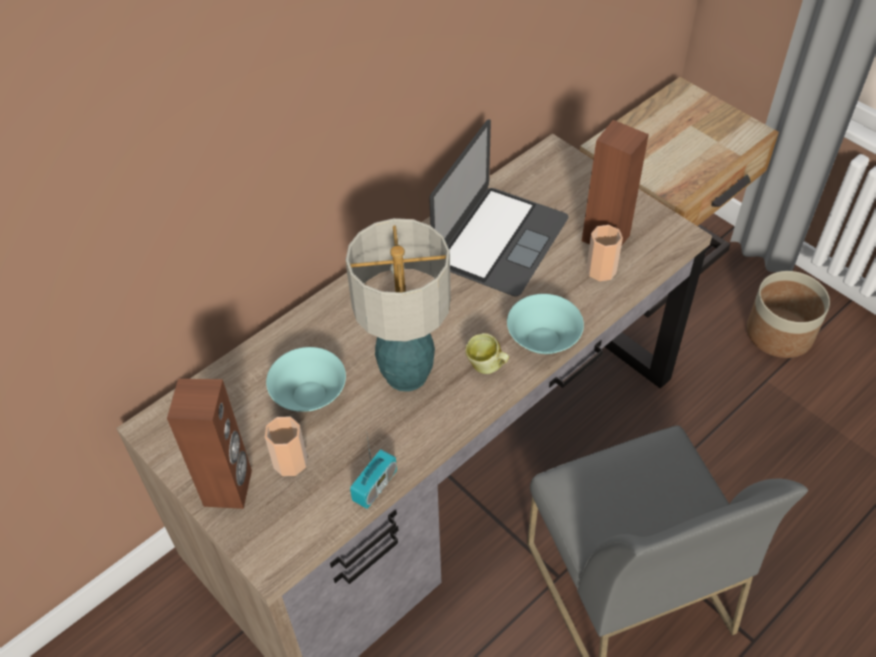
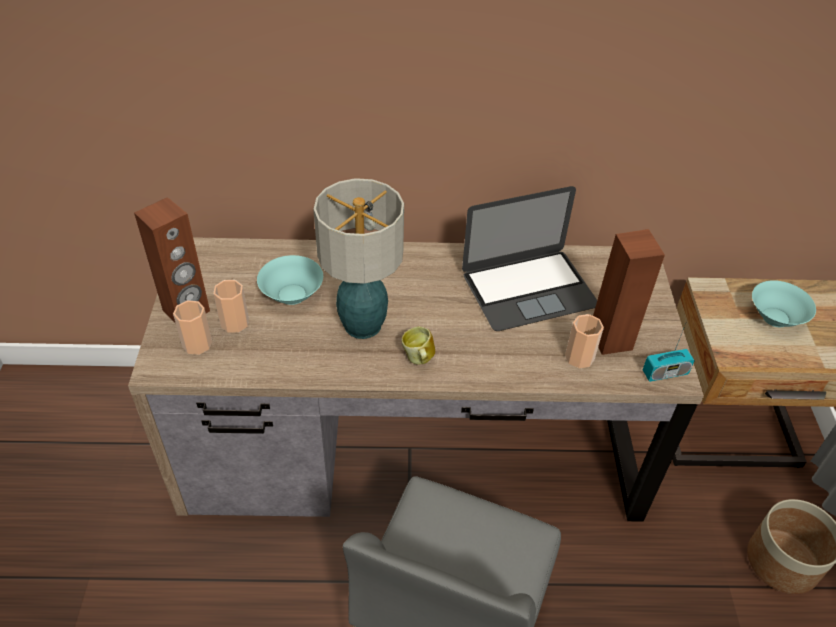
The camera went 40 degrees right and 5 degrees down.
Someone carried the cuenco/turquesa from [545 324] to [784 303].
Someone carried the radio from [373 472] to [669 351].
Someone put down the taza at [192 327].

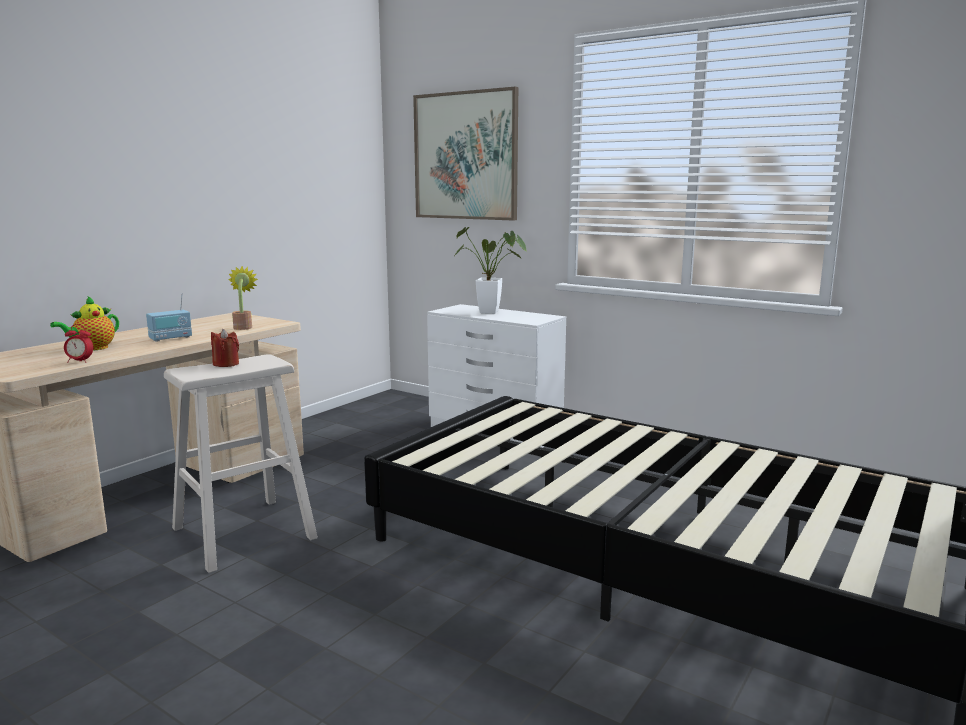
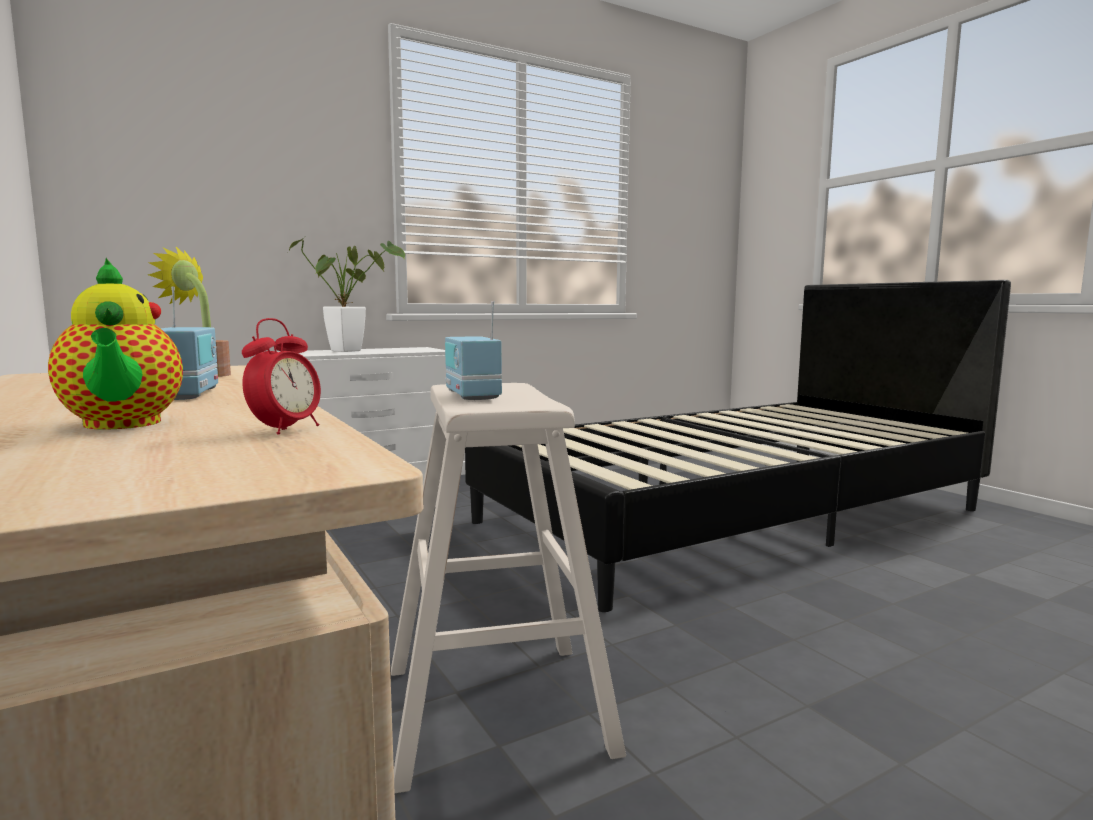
The camera went 65 degrees left and 5 degrees down.
Someone took away the cuadro at [465 154].
Someone swapped the vela/rojo at [225 348] for the radio at [473 350].

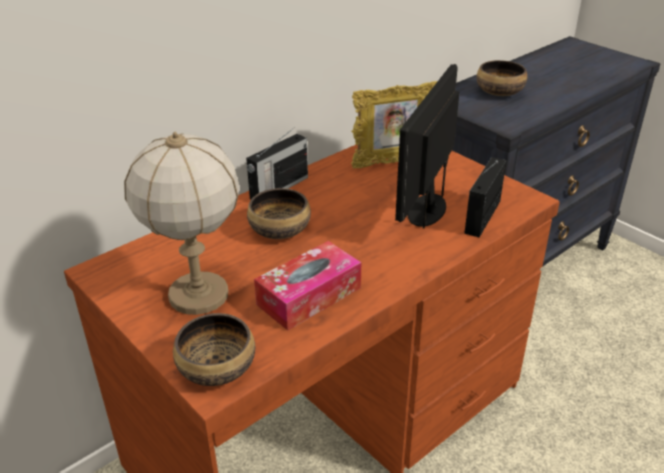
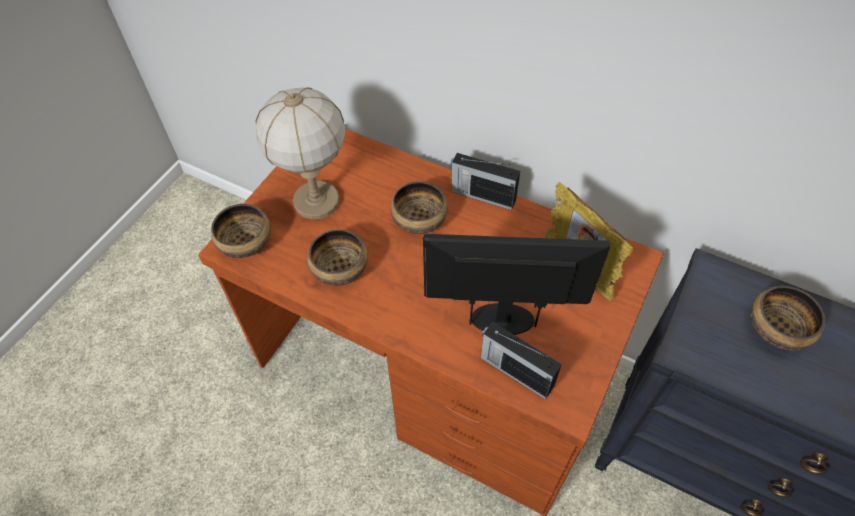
The camera went 70 degrees right and 20 degrees up.
Someone rotated the radio at [485 197] by 150 degrees counterclockwise.
Someone swapped the caja de pañuelos at [307 285] for the cuenco at [337 257].

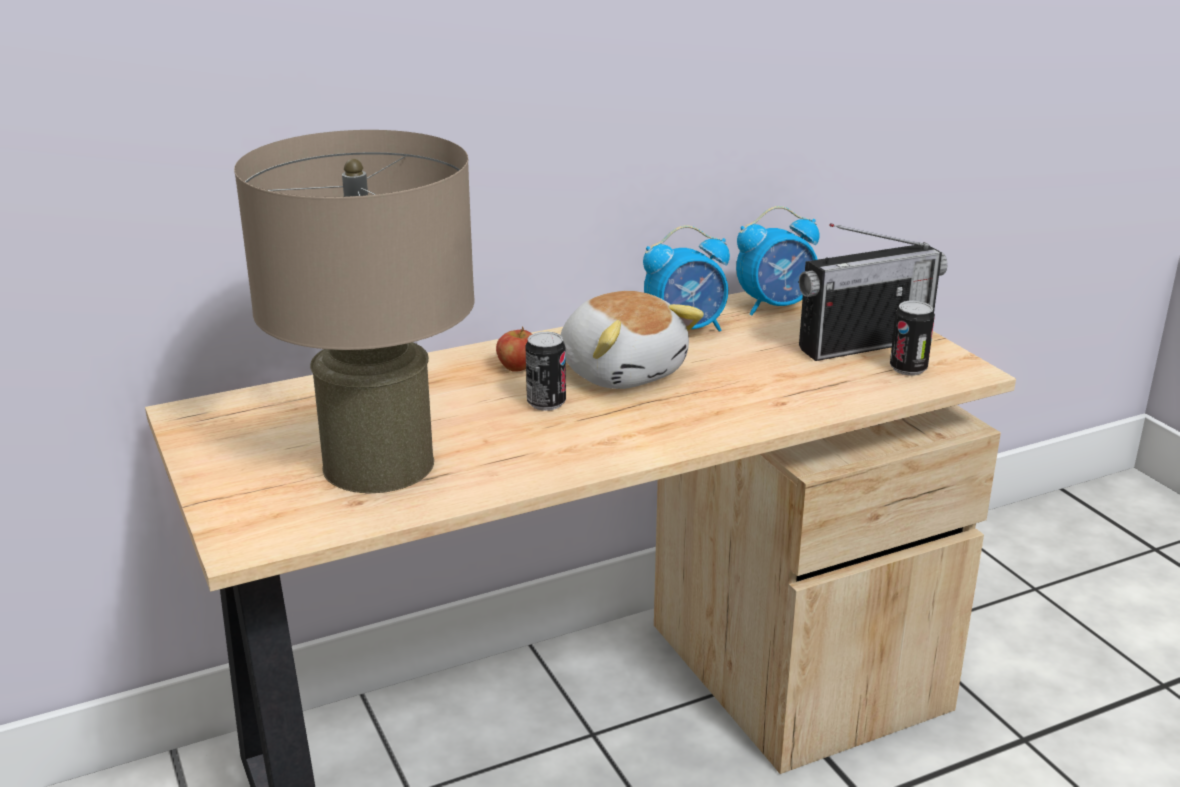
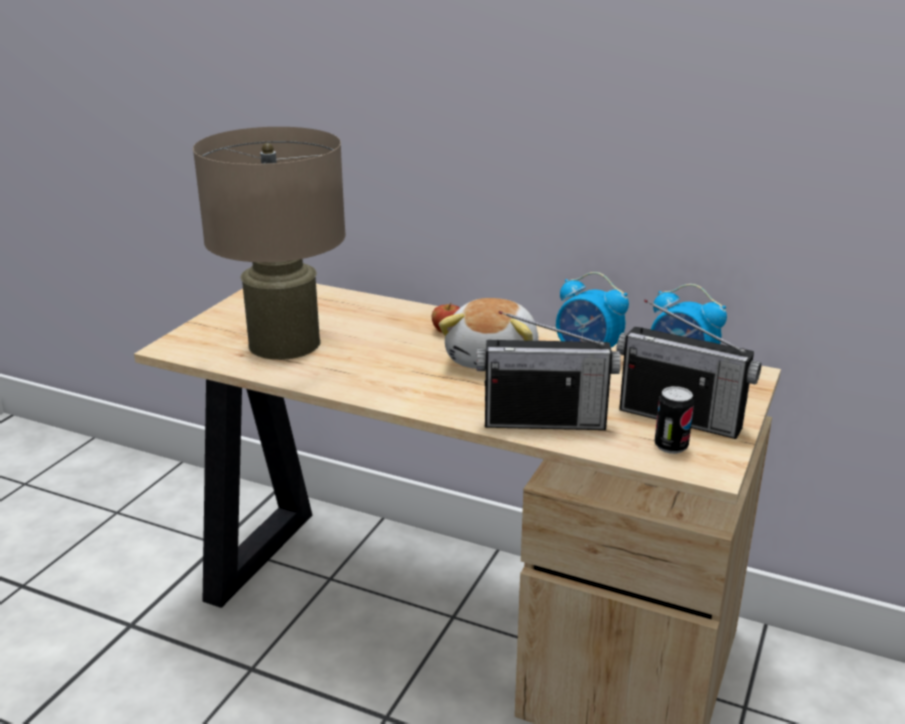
The camera went 50 degrees right and 0 degrees up.
Someone took away the lata at [545 371].
Someone put down the radio at [549 370].

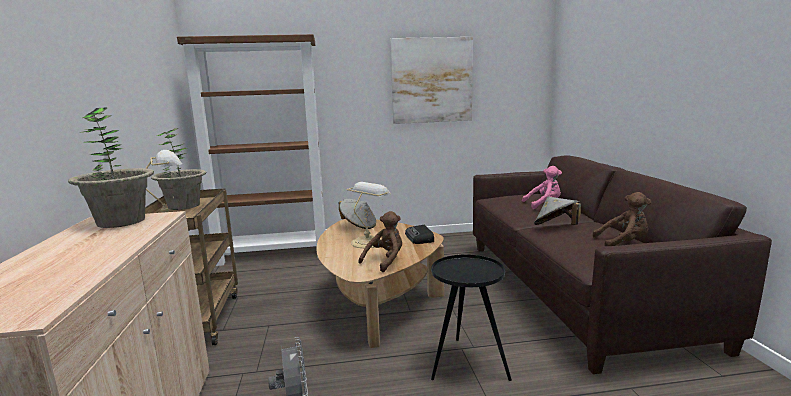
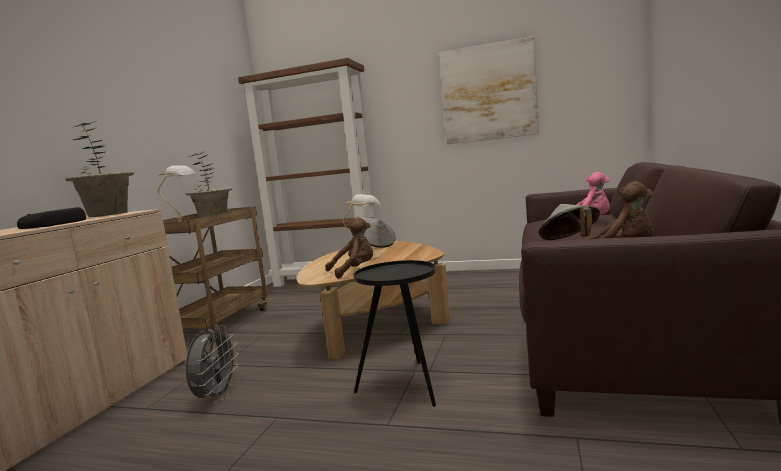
The camera went 25 degrees right and 5 degrees down.
Someone carried the radio from [419 234] to [51 218].

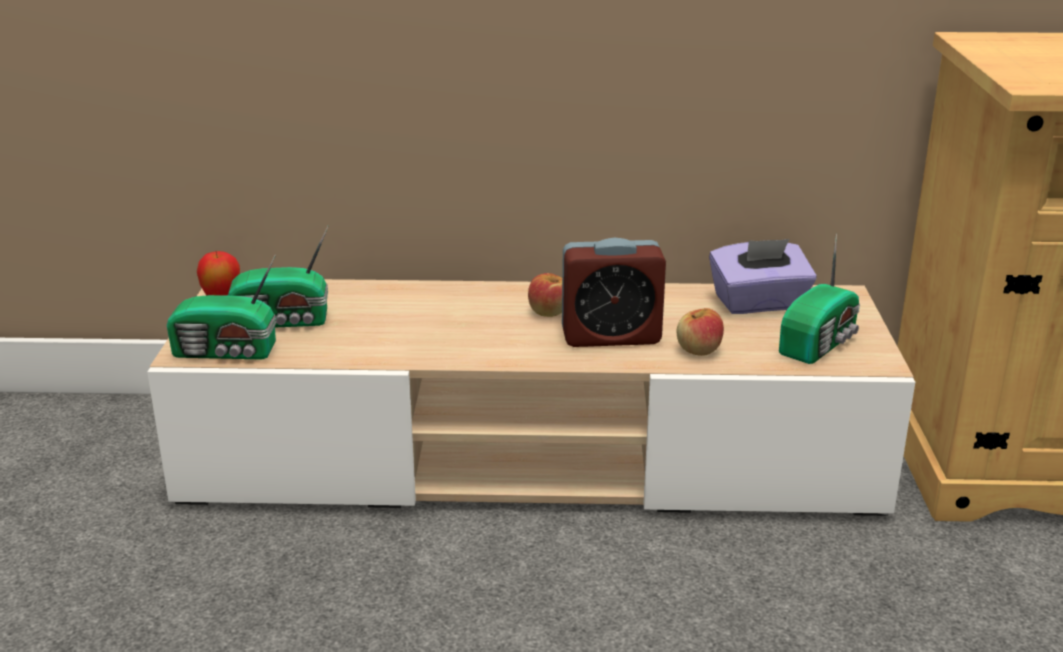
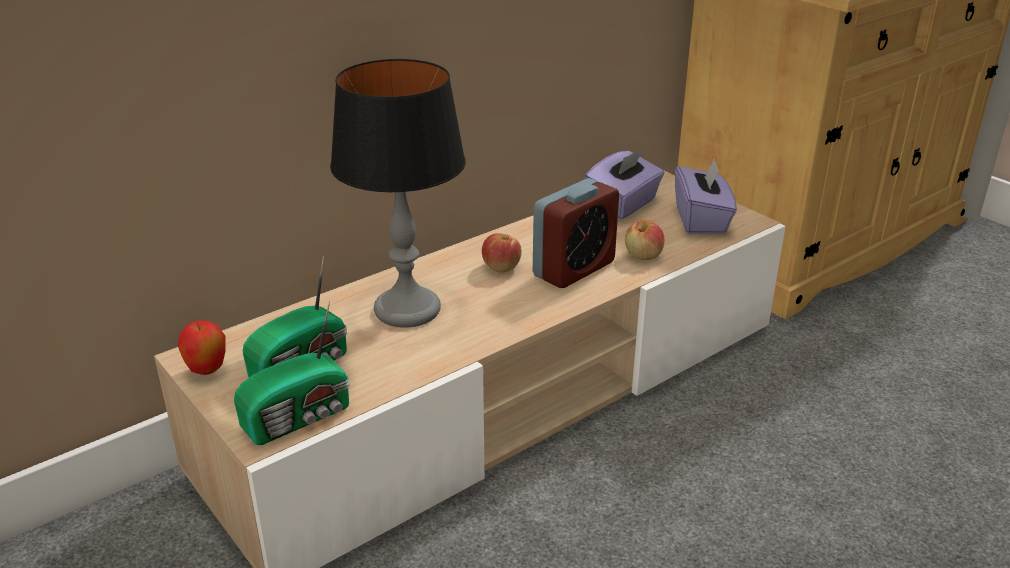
The camera went 40 degrees left and 5 degrees up.
Someone swapped the radio at [819 298] for the caja de pañuelos/morado at [706 196].
Someone put down the lámpara de mesa at [398 193].

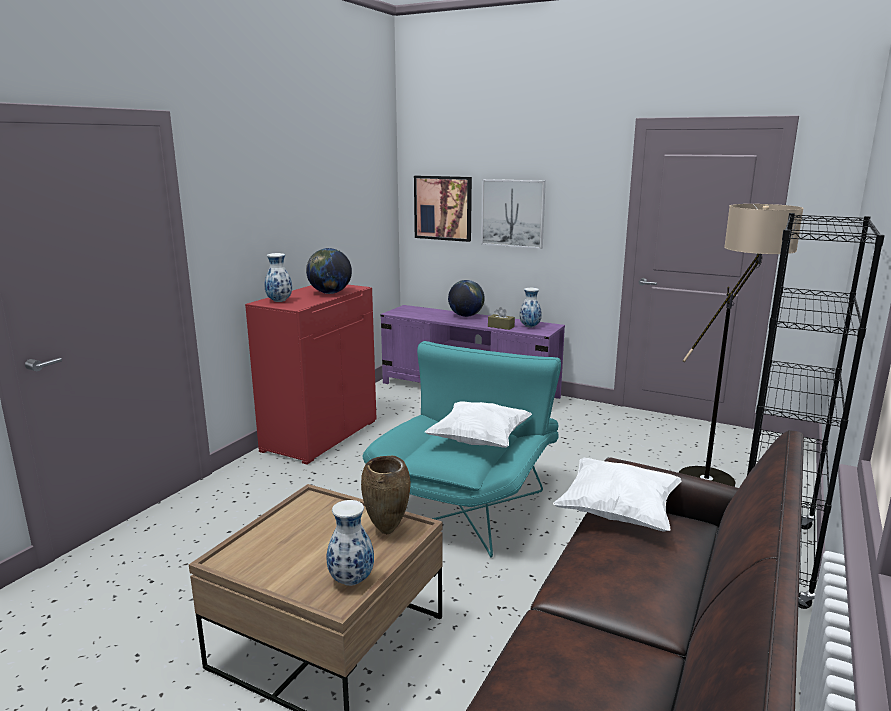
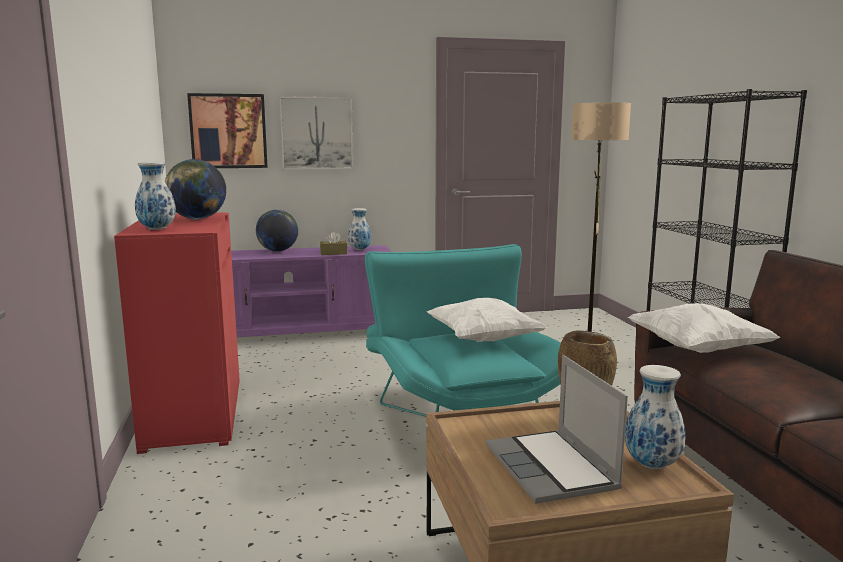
The camera went 40 degrees left and 5 degrees down.
Someone put down the portátil at [557 429].

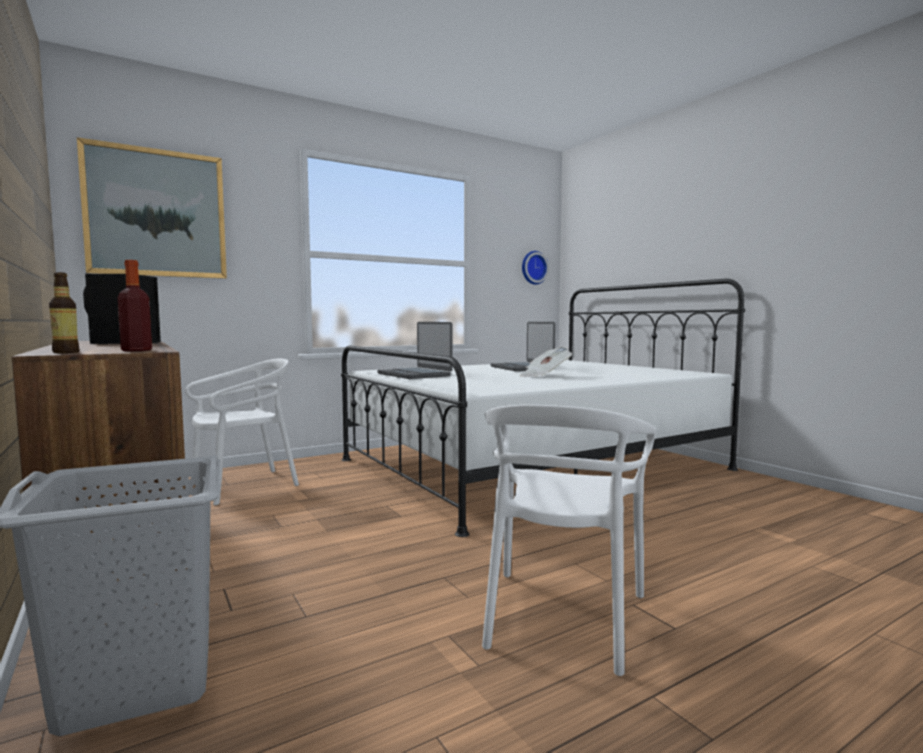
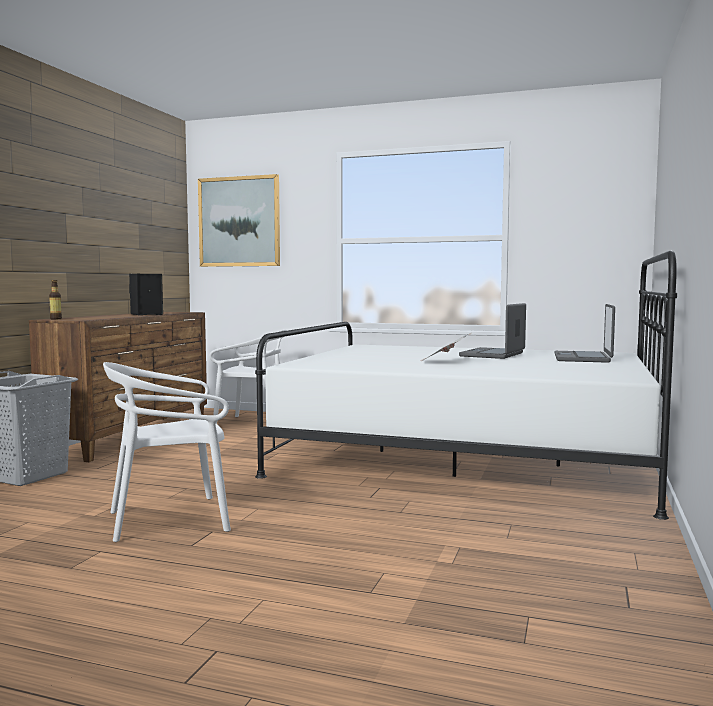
The camera went 50 degrees right and 0 degrees up.
Someone took away the reloj de pared at [535 268].
Someone took away the botella at [135 305].
Someone carried the portátil from [415 350] to [585 333].

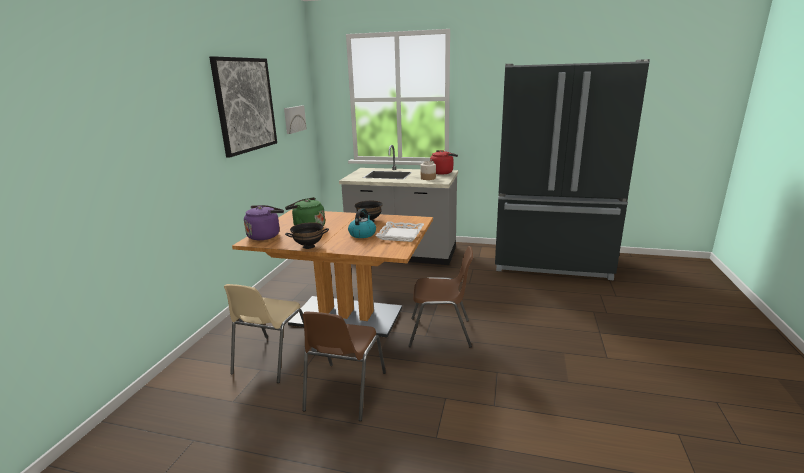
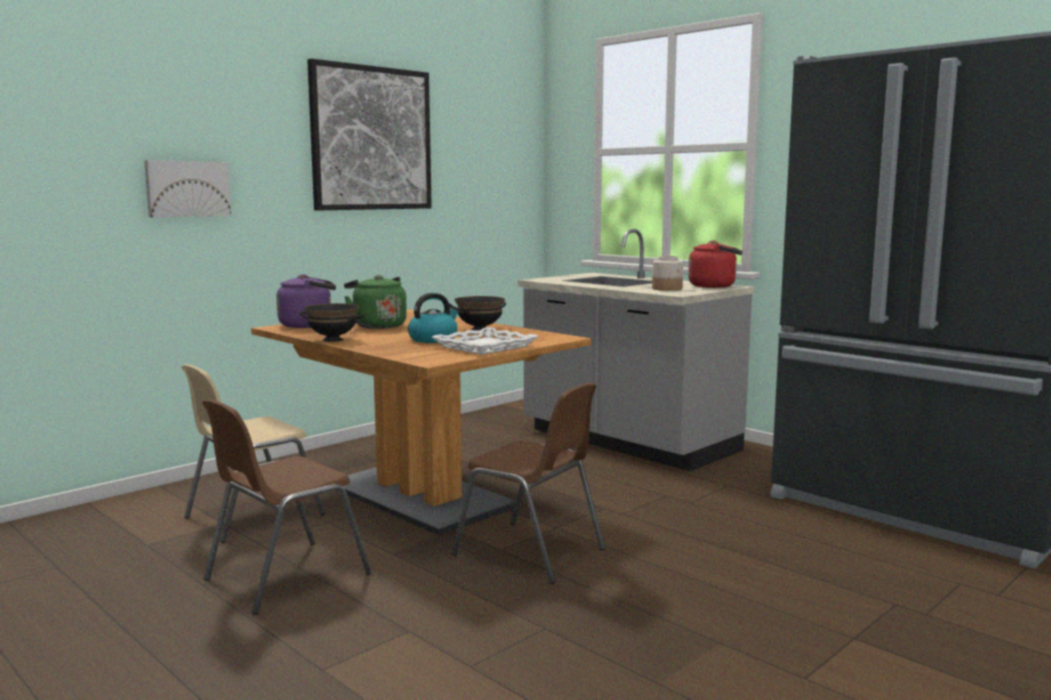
The camera went 30 degrees right and 10 degrees down.
Someone carried the cuadro from [295 119] to [187 188].

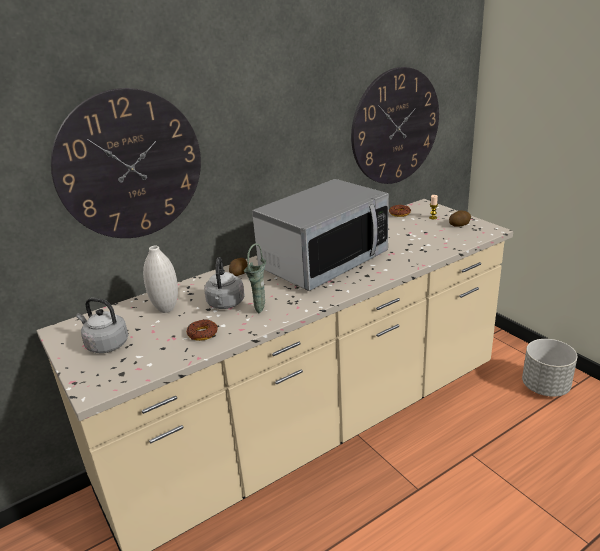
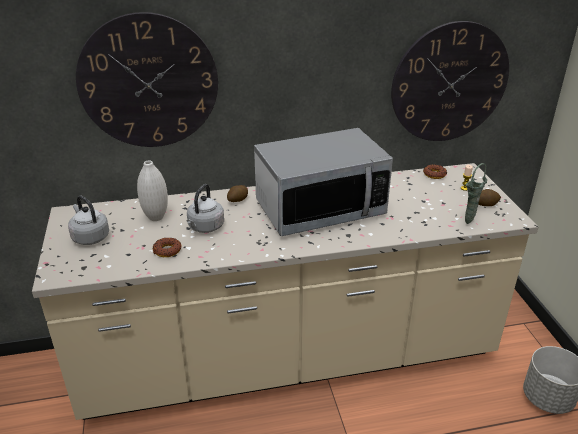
The camera went 20 degrees right and 5 degrees up.
Someone carried the florero/verde from [255 278] to [476 193].

